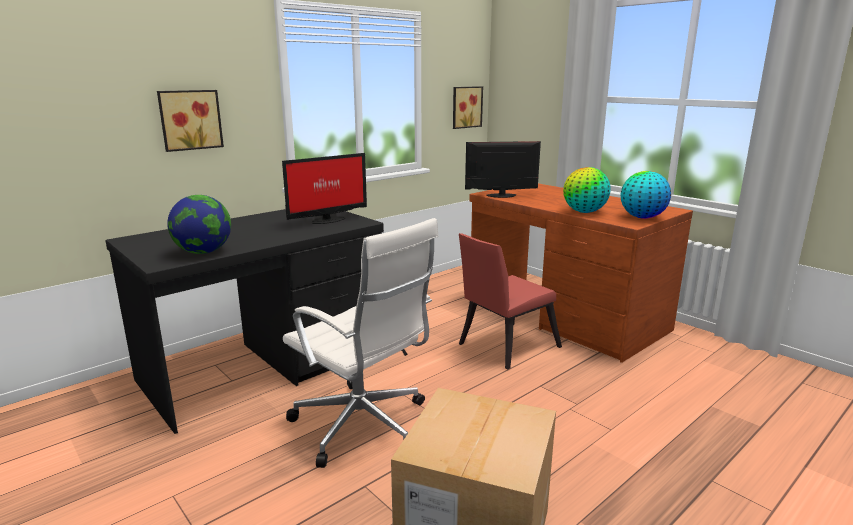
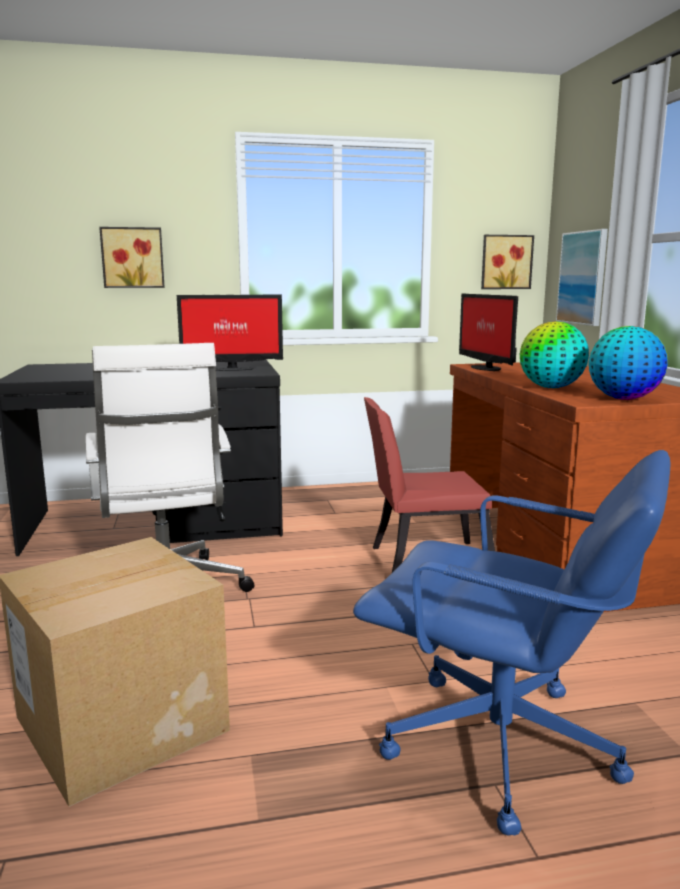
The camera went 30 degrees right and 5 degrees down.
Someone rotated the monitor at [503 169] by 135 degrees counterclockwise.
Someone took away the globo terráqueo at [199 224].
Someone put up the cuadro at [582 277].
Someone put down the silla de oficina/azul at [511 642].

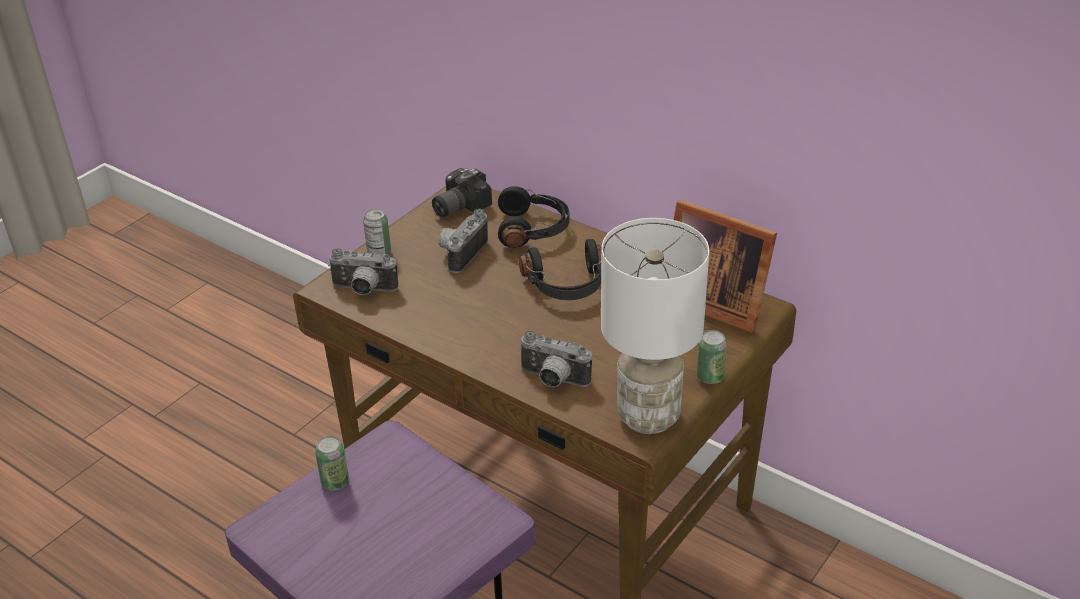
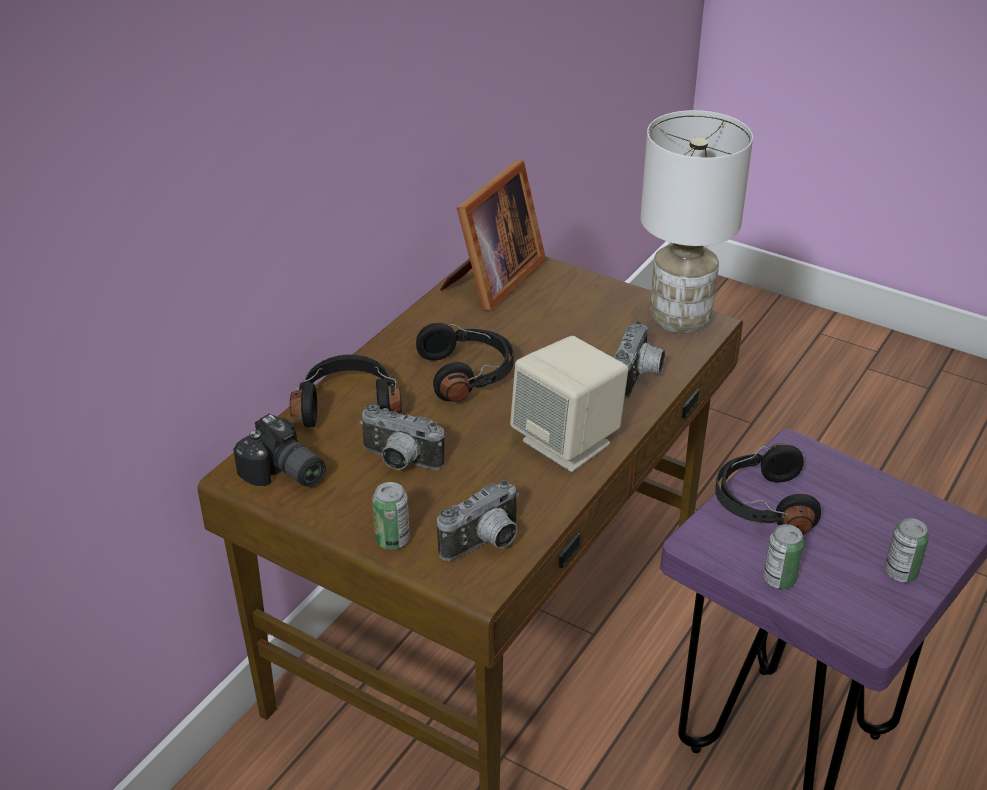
The camera went 95 degrees left and 0 degrees up.
Someone rotated the cámara at [363 271] by 45 degrees clockwise.
Someone carried the lata from [712 357] to [907 550].
Someone put down the altavoz/beis at [569 404].
Someone put down the auriculares/negro at [768 489].

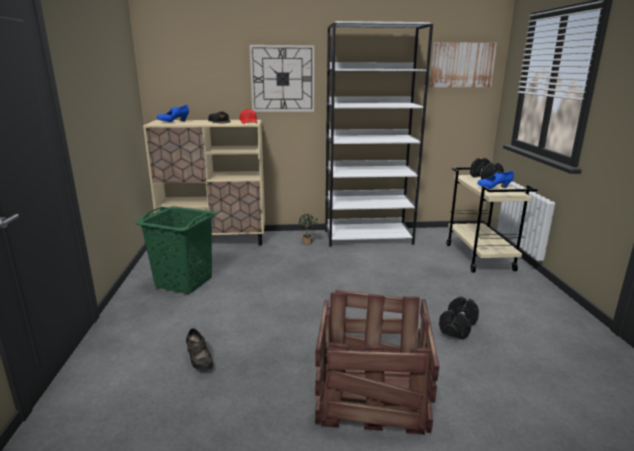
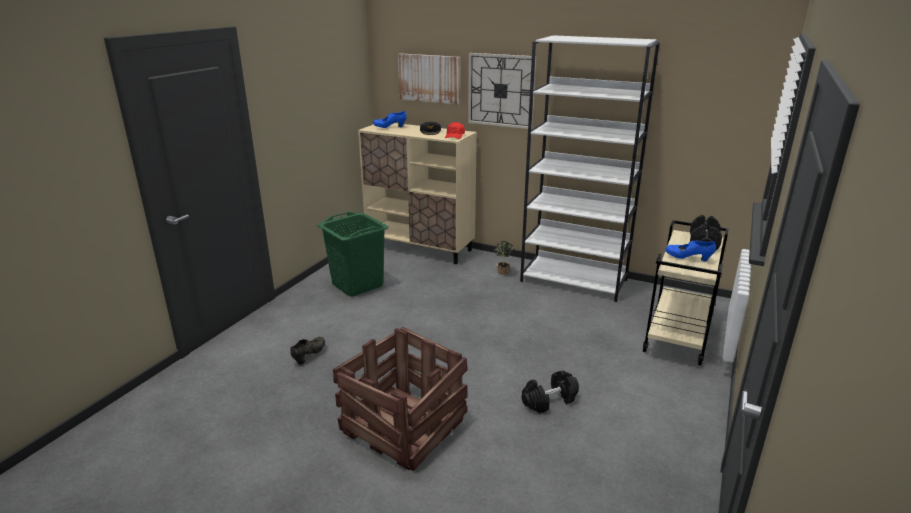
The camera went 30 degrees right and 5 degrees up.
Someone carried the cuadro from [463 64] to [429 78].
Someone rotated the zapato/negro at [199 349] by 150 degrees counterclockwise.

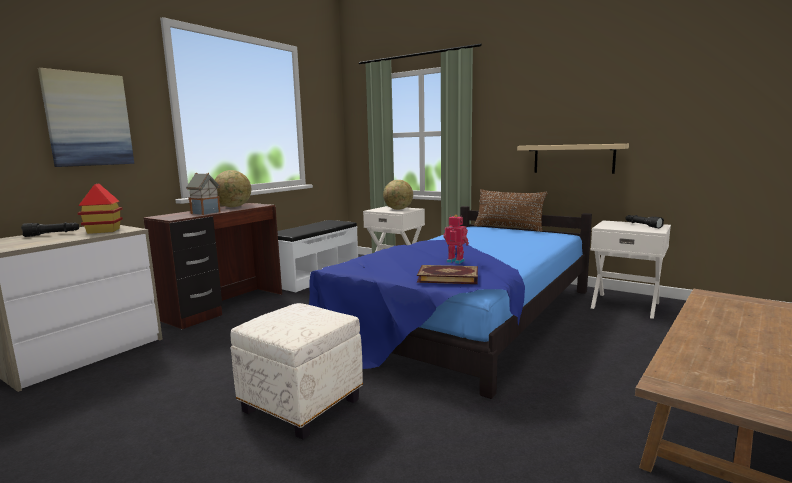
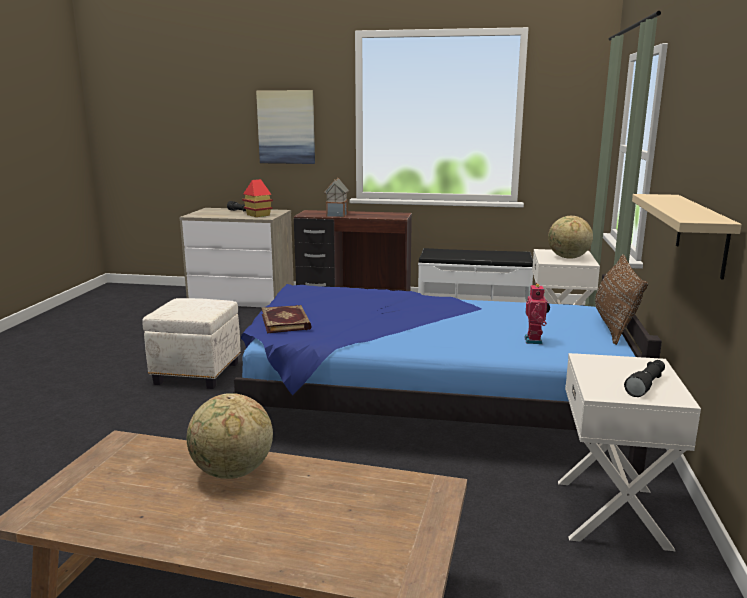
The camera went 65 degrees right and 5 degrees up.
Someone carried the globo terráqueo from [233 188] to [230 436].
Someone carried the robot de juguete from [456 239] to [537 313].

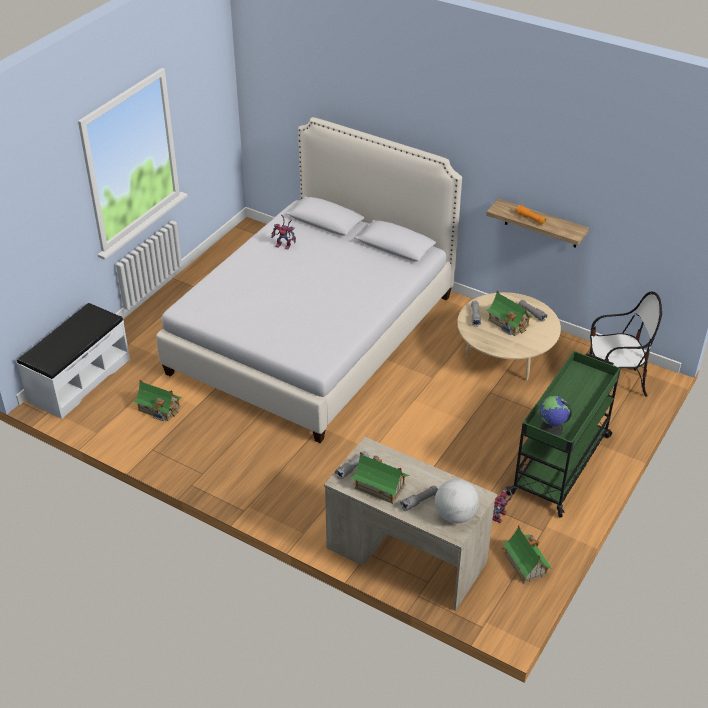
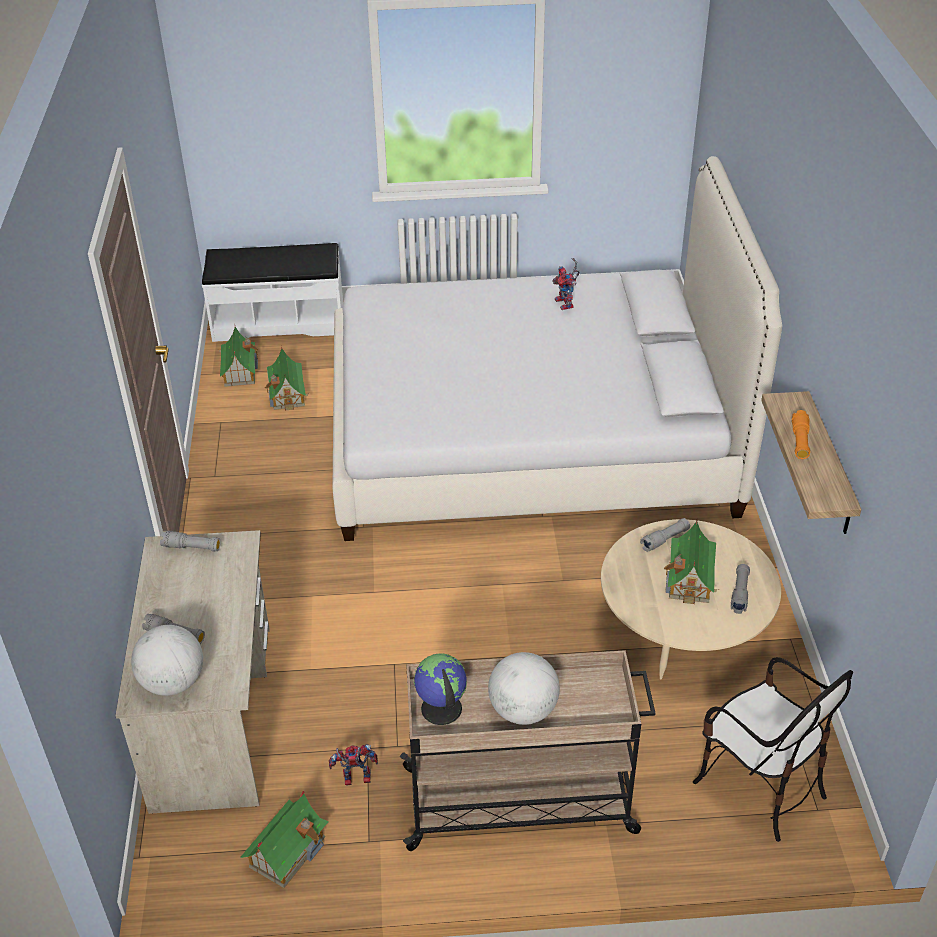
The camera went 55 degrees right and 0 degrees up.
Someone repainted the carrito/verde at [563 434], which became the carrito/beis at [528 750].
Someone carried the casita from [380 478] to [239 357].
Someone put down the globo terráqueo at [524 688].

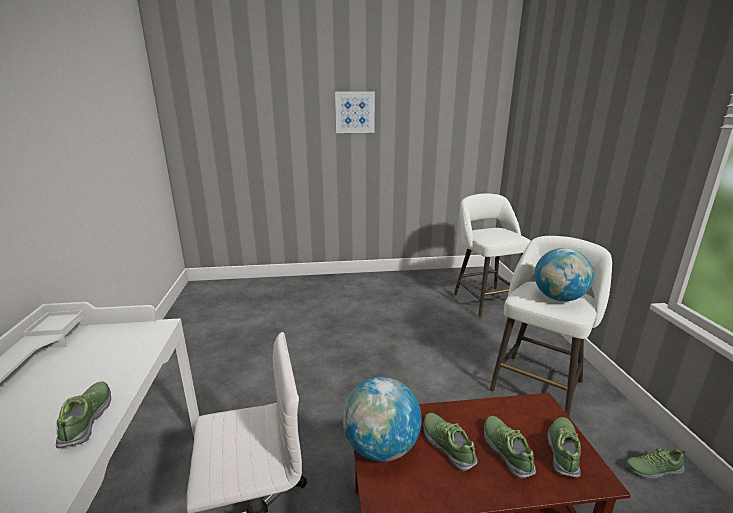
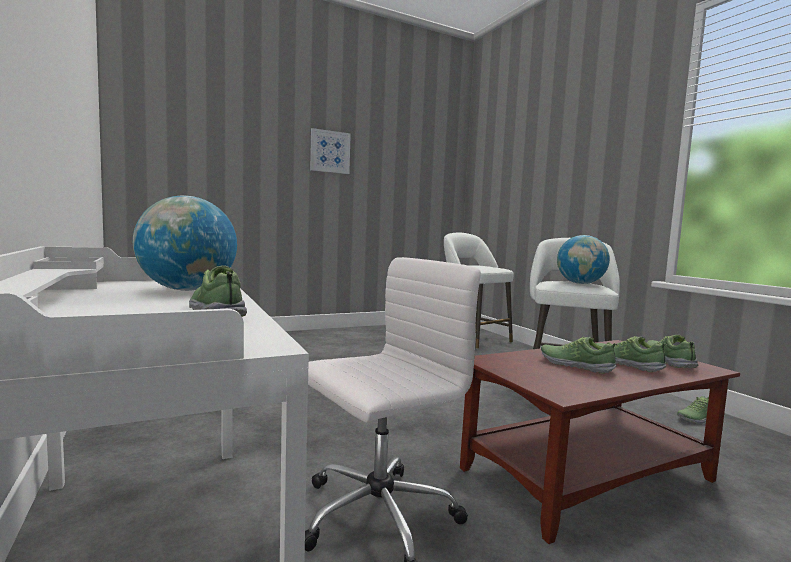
The camera went 20 degrees left and 15 degrees down.
Someone carried the globo terráqueo from [382 419] to [185 243].

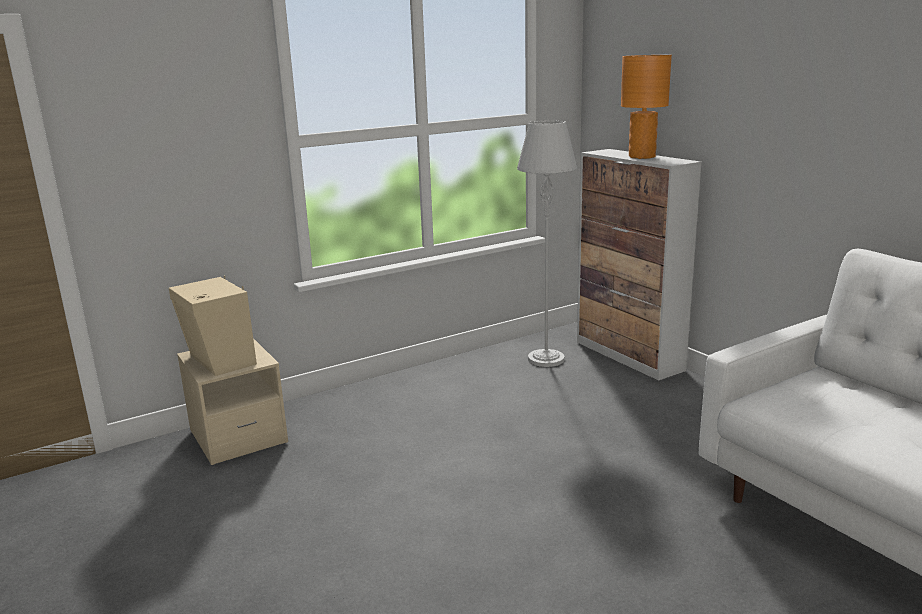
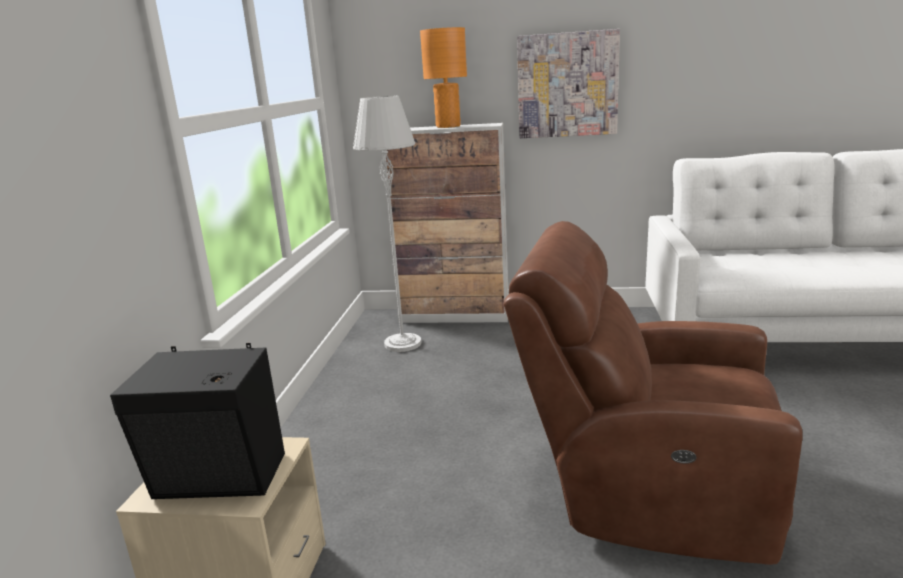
The camera went 50 degrees left and 0 degrees up.
Someone repainted the altavoz/beis at [213 326], which became the altavoz/negro at [197 421].
Someone put up the cuadro at [568 83].
Someone put down the sillón/marrón at [653 393].

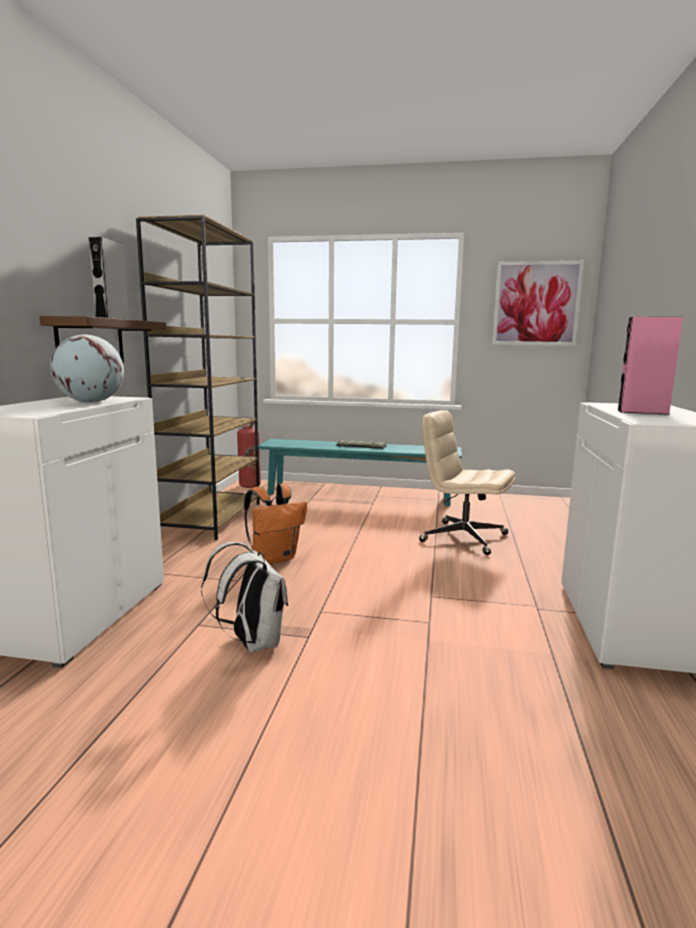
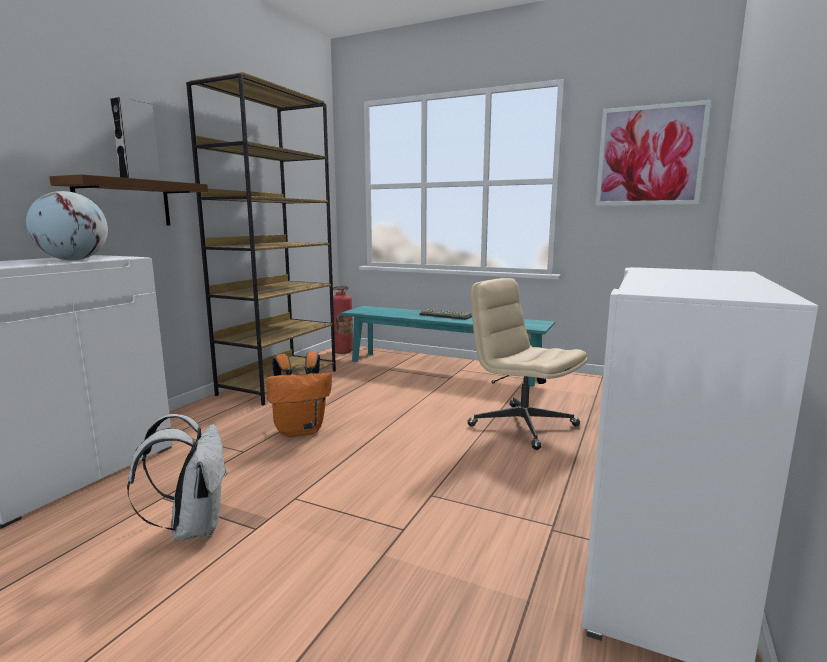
The camera went 15 degrees right and 0 degrees up.
Someone took away the altavoz/rosa at [650 366].

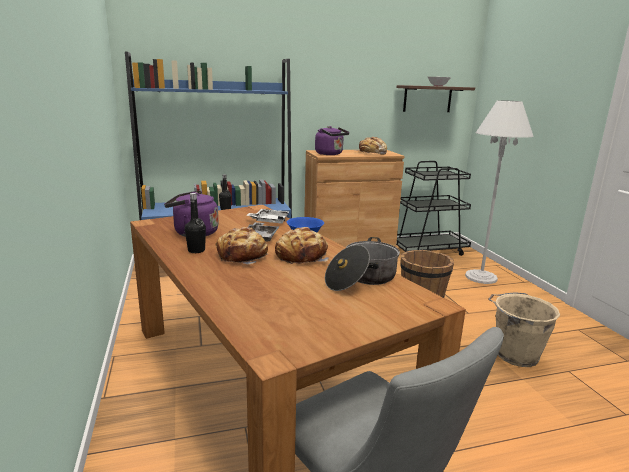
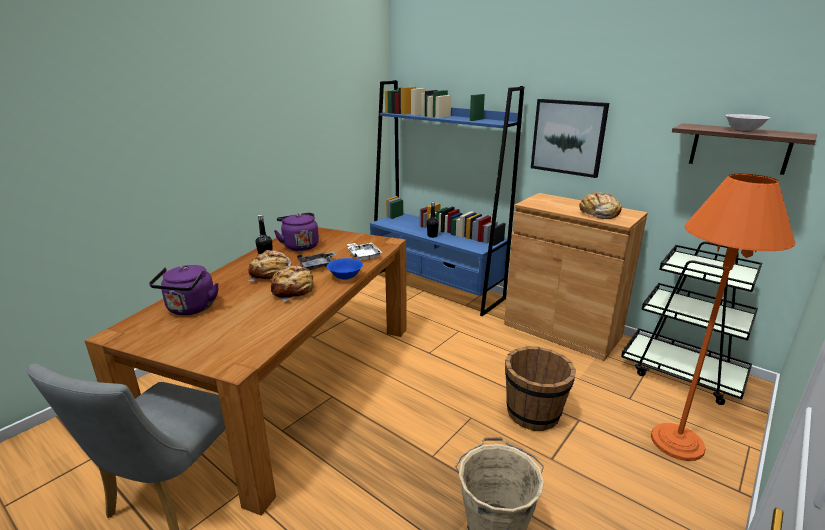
The camera went 55 degrees right and 5 degrees up.
Someone repainted the lámpara de pie/blanco at [499 192], which became the lámpara de pie/naranja at [723 317].
Someone carried the hervidor/morado from [332 140] to [184 290].
Someone took away the olla at [362 264].
Someone put up the cuadro at [570 138].

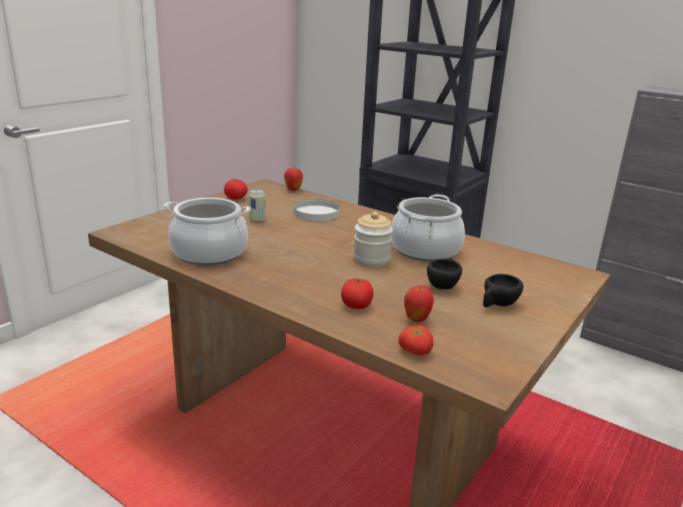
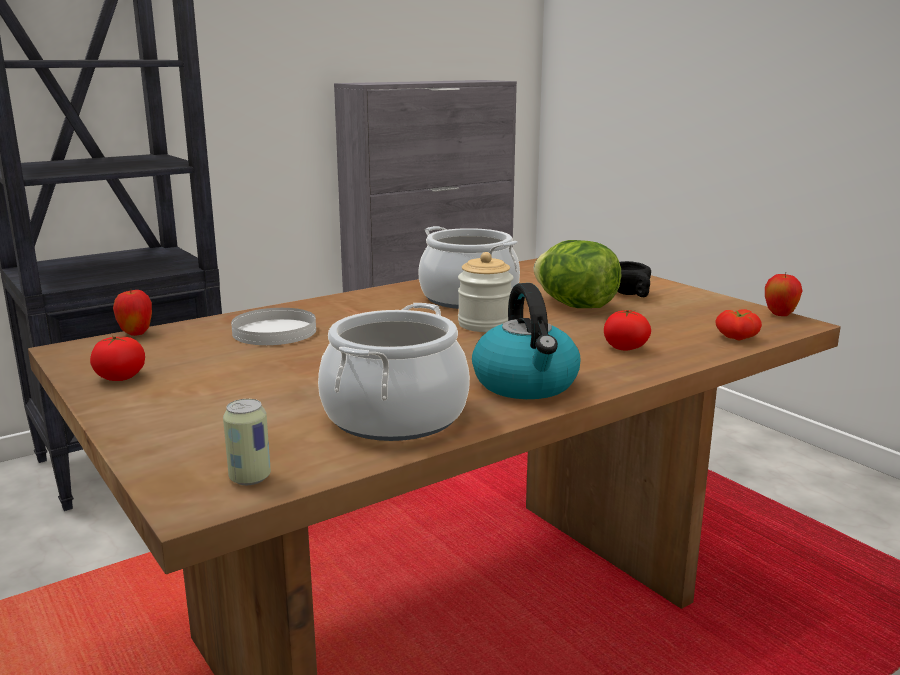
The camera went 70 degrees left and 5 degrees down.
Someone carried the lata from [257 205] to [247 442].
Someone swapped the taza/negro at [444 273] for the lechuga at [577 274].
Someone carried the manzana from [419 304] to [783 294].
Someone put down the hervidor at [526 341].

